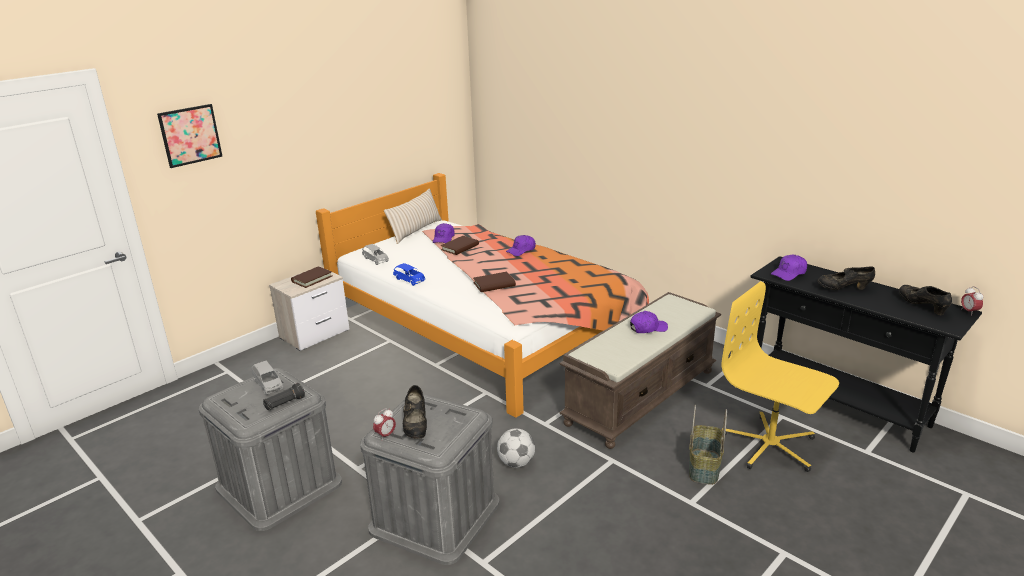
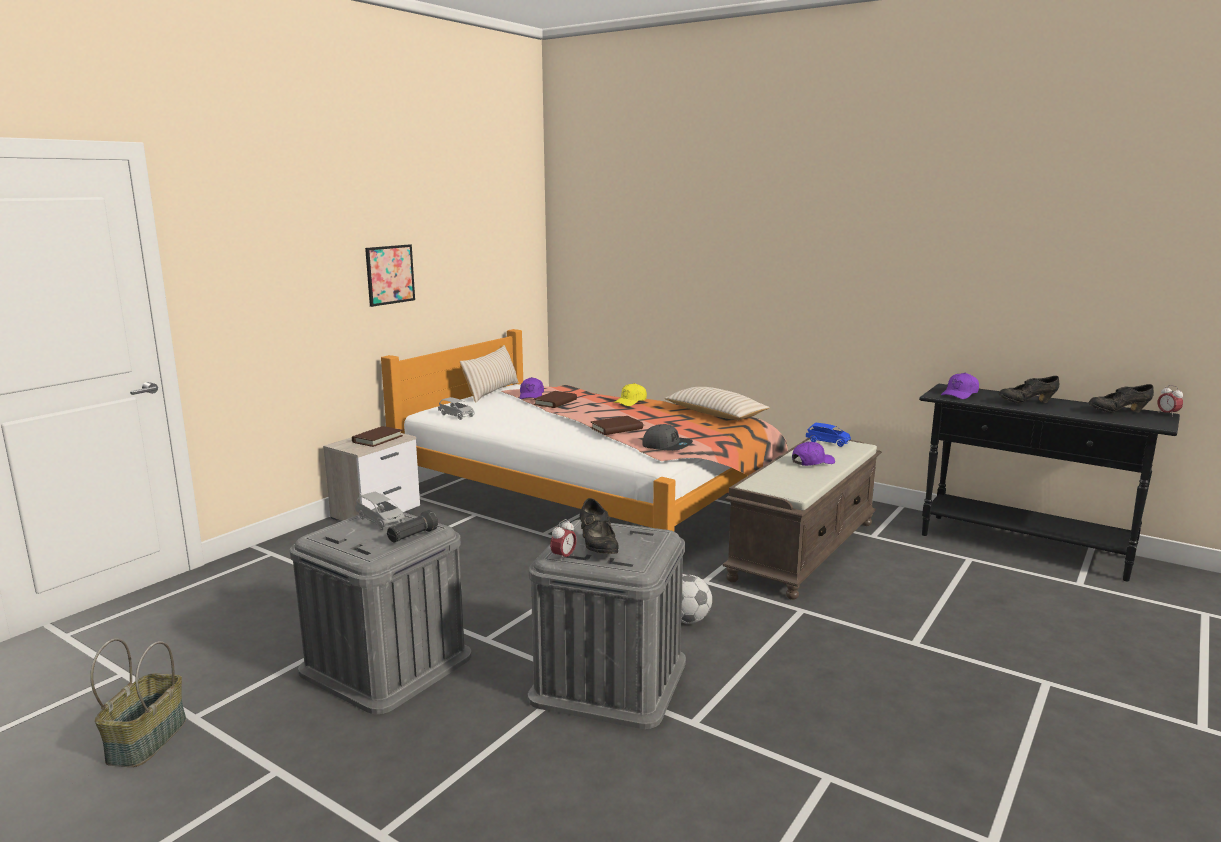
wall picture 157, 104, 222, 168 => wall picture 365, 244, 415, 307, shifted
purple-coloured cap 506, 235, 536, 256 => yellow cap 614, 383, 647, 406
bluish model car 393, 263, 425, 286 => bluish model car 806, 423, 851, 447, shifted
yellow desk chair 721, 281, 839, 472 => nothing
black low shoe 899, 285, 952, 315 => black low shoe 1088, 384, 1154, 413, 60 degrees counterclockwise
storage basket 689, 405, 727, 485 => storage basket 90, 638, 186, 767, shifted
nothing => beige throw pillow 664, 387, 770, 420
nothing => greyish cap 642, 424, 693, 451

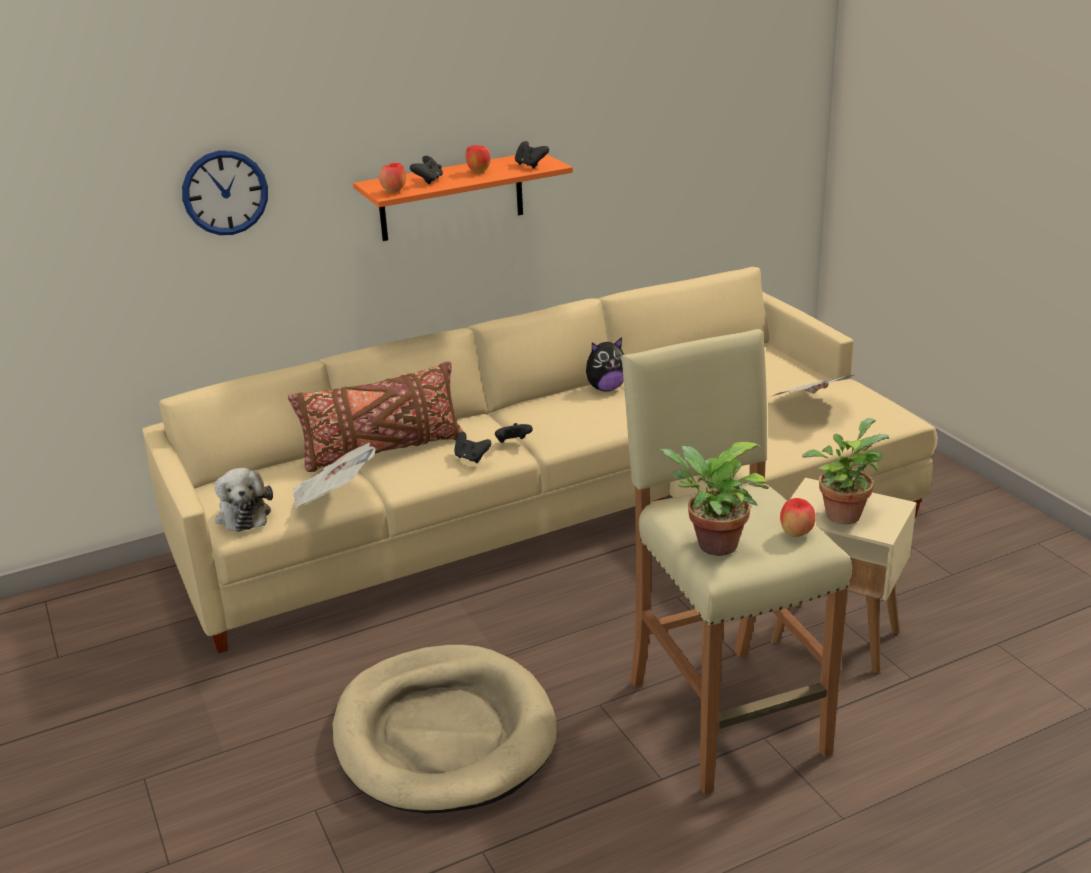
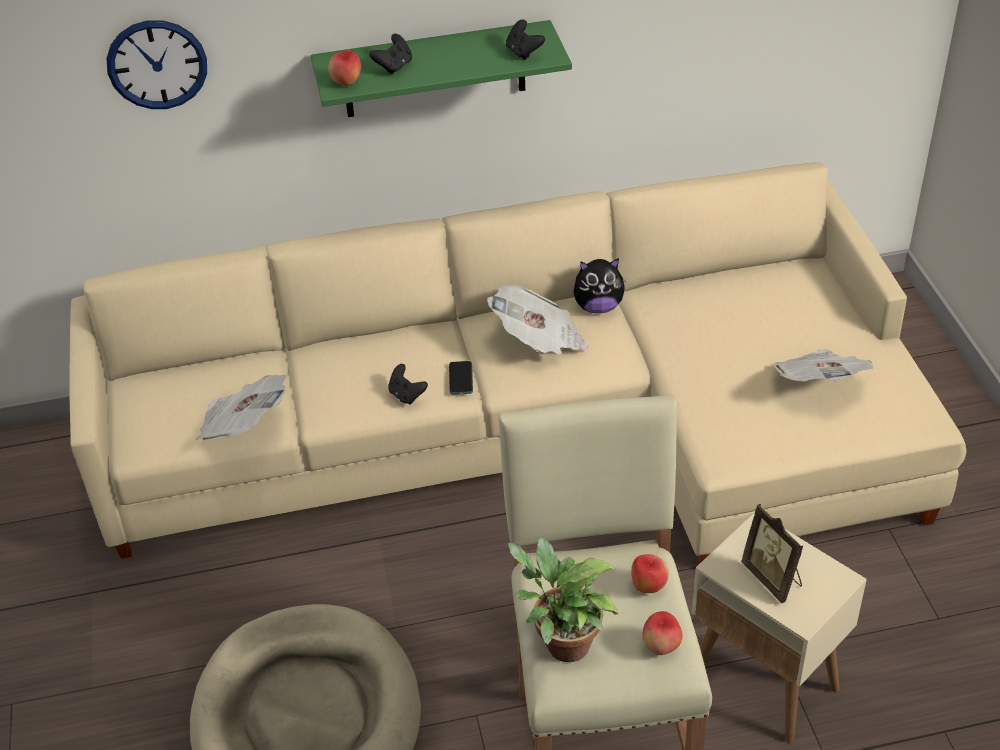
whole apple 465, 145, 491, 173 => whole apple 631, 554, 669, 593, shifted
orange-coloured bracket shelf 353, 155, 573, 241 => greenish bracket shelf 311, 20, 572, 117
brown-coloured throw pillow 288, 361, 463, 472 => nothing
houseplant 802, 418, 889, 524 => standing frame 741, 503, 804, 603
black joypad 495, 423, 533, 443 => handset 449, 361, 473, 395
plush toy 215, 468, 273, 532 => nothing
nothing => daily paper 487, 285, 589, 355

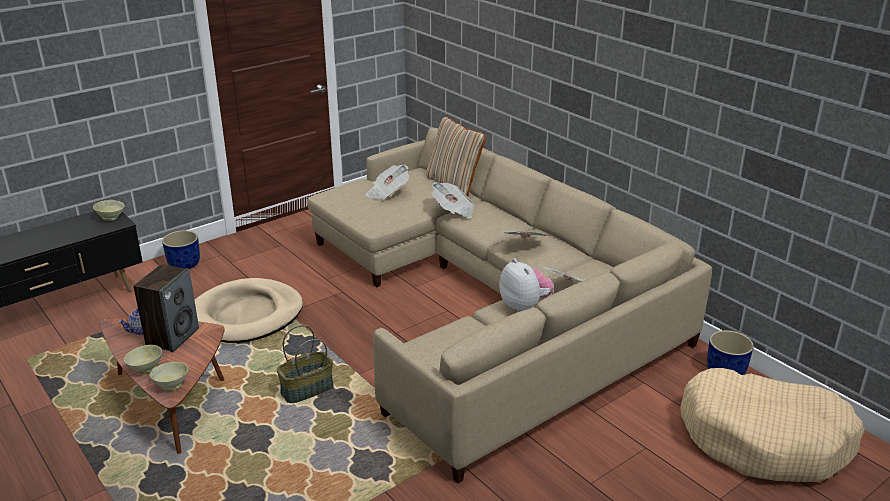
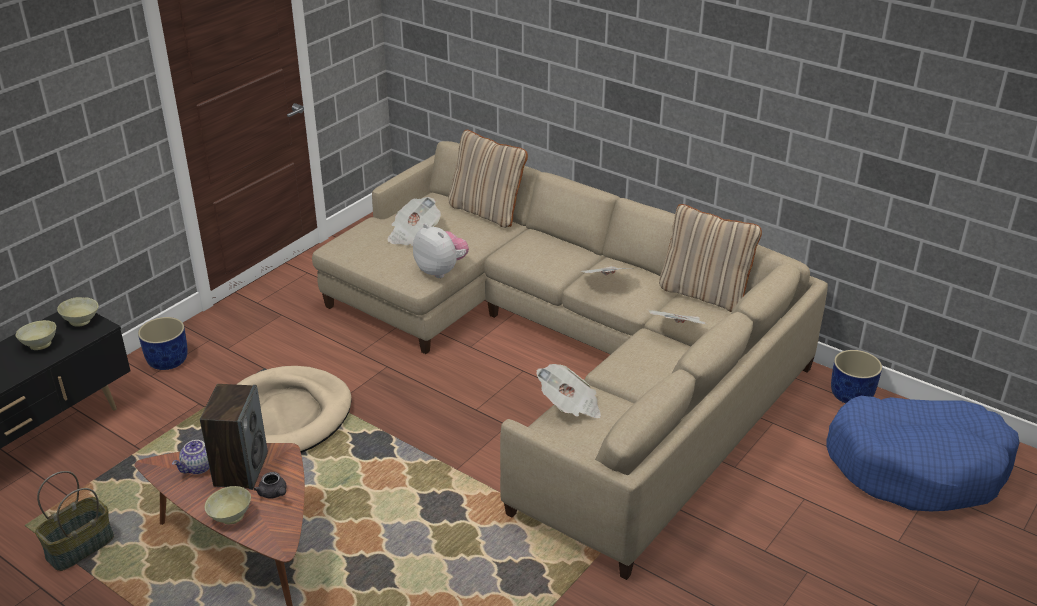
daily paper 432, 182, 475, 218 => daily paper 536, 364, 601, 418, shifted
plush toy 499, 258, 554, 312 => plush toy 413, 223, 469, 278, shifted
storage basket 277, 325, 333, 403 => storage basket 35, 471, 114, 571, shifted
beige serving bowl 149, 362, 188, 391 => beige serving bowl 15, 320, 56, 350, shifted
beige pet bed 680, 368, 864, 482 => bluish pet bed 826, 396, 1019, 511
nothing => beige throw pillow 659, 204, 762, 312
nothing => greyish tea pot 254, 472, 287, 499

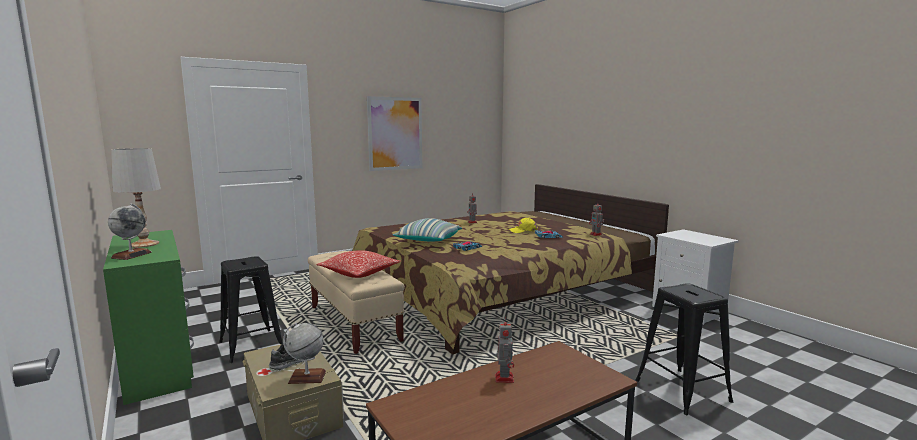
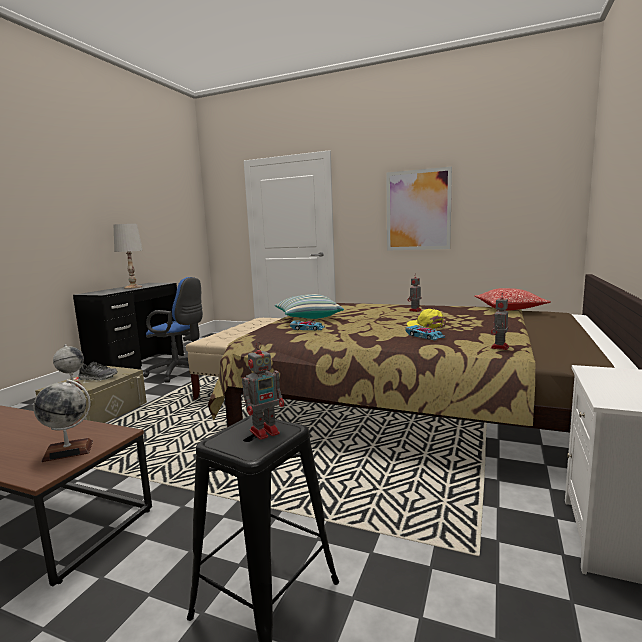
world globe 108, 204, 152, 260 => world globe 33, 379, 93, 462, shifted
greenish desk table 103, 230, 194, 405 => black desk table 73, 283, 184, 370
throw pillow 317, 250, 400, 278 => throw pillow 474, 288, 551, 311, shifted
black stool seat 219, 256, 283, 363 => bluish desk chair 143, 277, 203, 383
robot figure 495, 317, 514, 383 => robot figure 242, 342, 284, 440, shifted

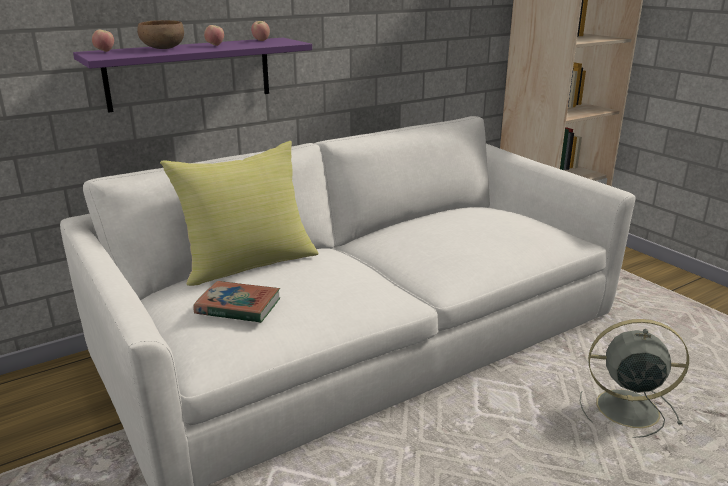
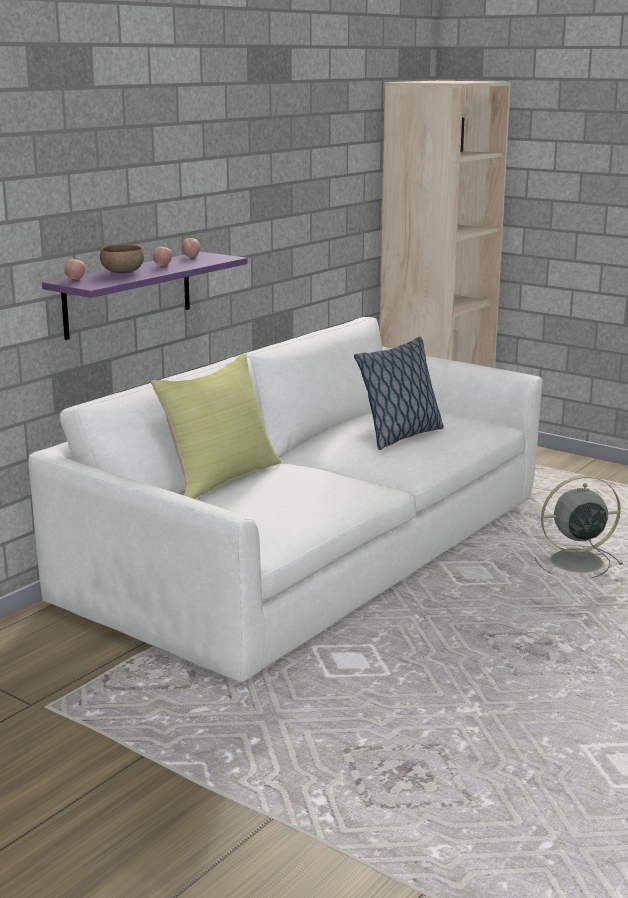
book 193, 281, 280, 323 => nothing
nothing => throw pillow 354, 337, 444, 450

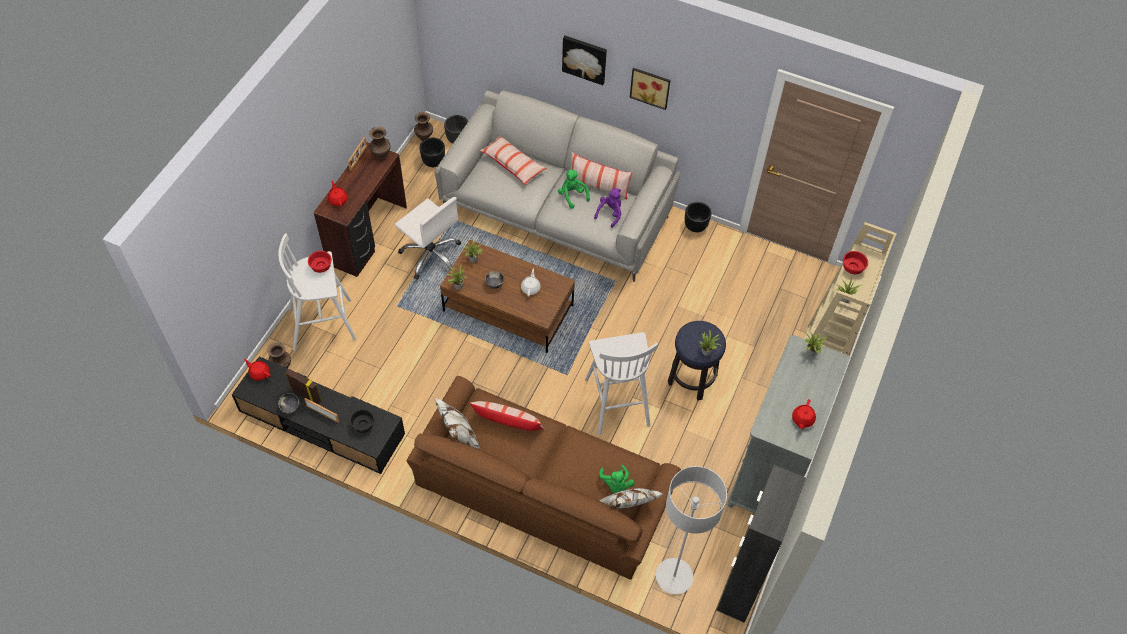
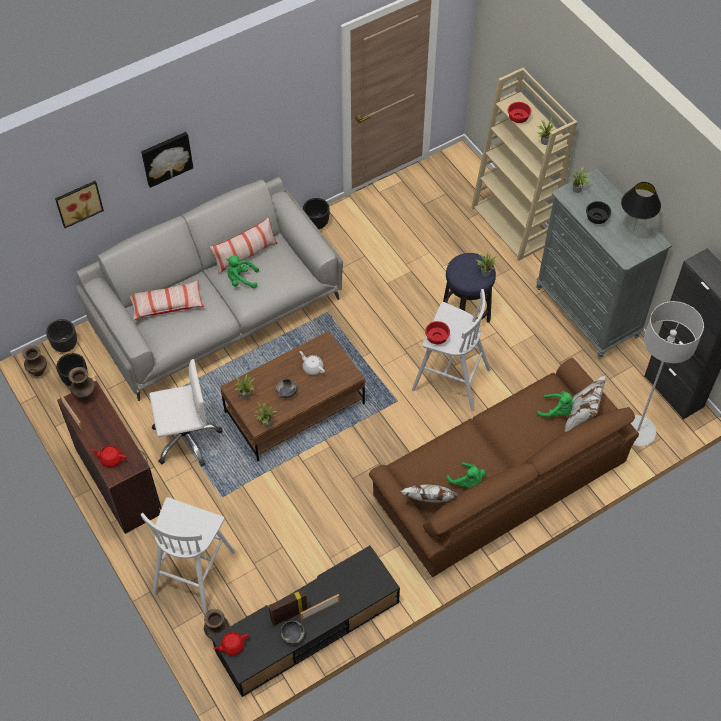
wall picture 630, 68, 670, 110 => wall picture 55, 181, 104, 228, shifted
purple-coloured plush toy 594, 188, 621, 228 => nothing
red-coloured serving bowl 308, 251, 332, 273 => red-coloured serving bowl 425, 321, 450, 344, shifted
red-coloured tea pot 792, 399, 816, 429 => black tabletop lamp 621, 182, 661, 231
throw pillow 469, 401, 544, 431 => nothing
black serving bowl 350, 409, 375, 433 => black serving bowl 586, 201, 611, 224, shifted
nothing => greenish plush toy 446, 462, 486, 489

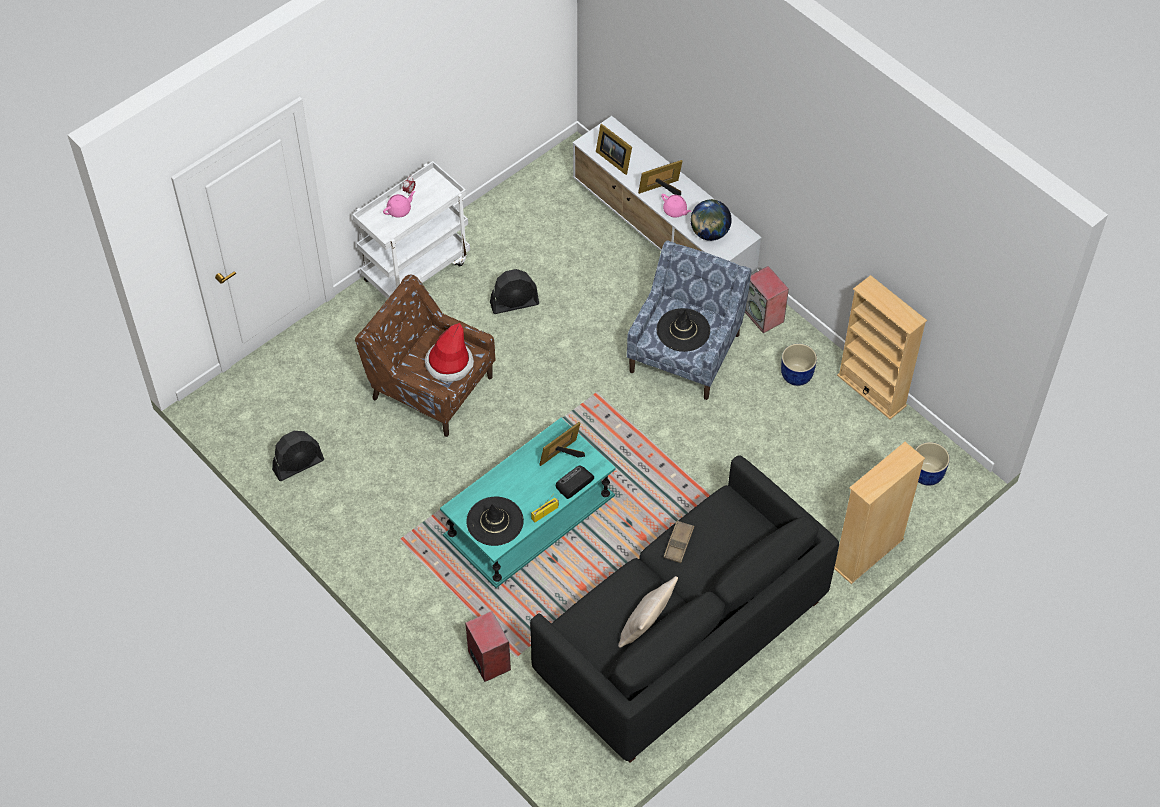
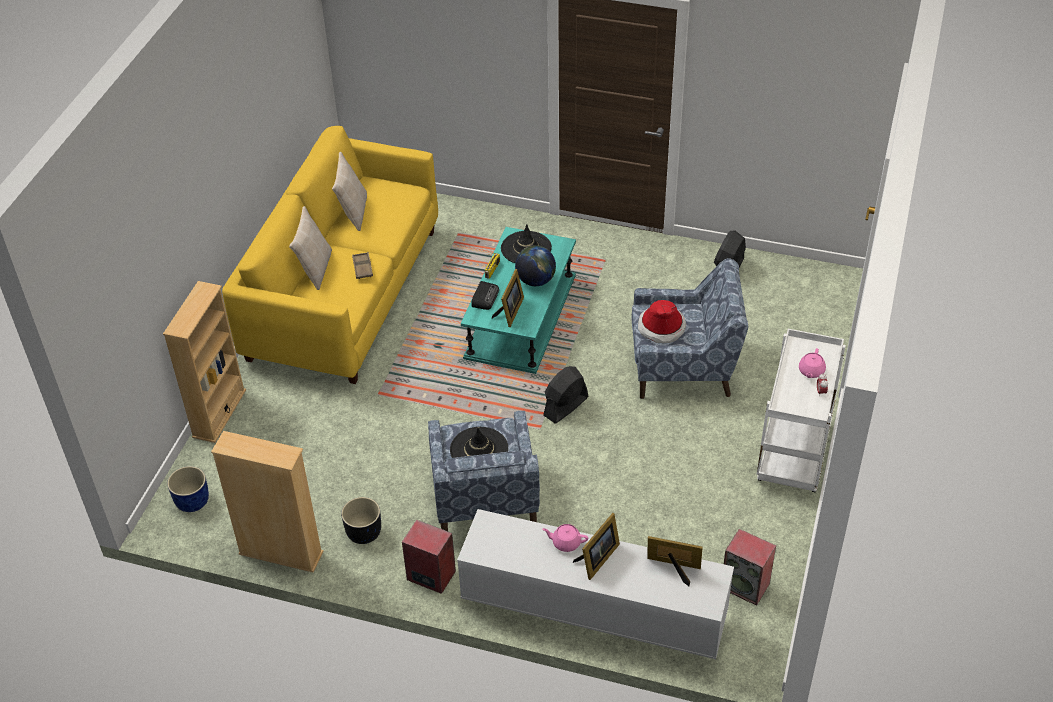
world globe 691, 199, 732, 241 => world globe 515, 245, 556, 286, shifted
black electric fan 490, 269, 539, 314 => black electric fan 543, 366, 588, 424, shifted
brown-coloured armchair 355, 275, 496, 437 => bluish armchair 631, 258, 748, 399
bluish flower pot 781, 344, 817, 386 => black flower pot 341, 497, 381, 544
black couch 530, 455, 839, 763 => yellow couch 222, 126, 438, 384
audio speaker 465, 611, 511, 682 => audio speaker 724, 529, 776, 606, shifted
nothing => beige throw pillow 289, 206, 332, 290

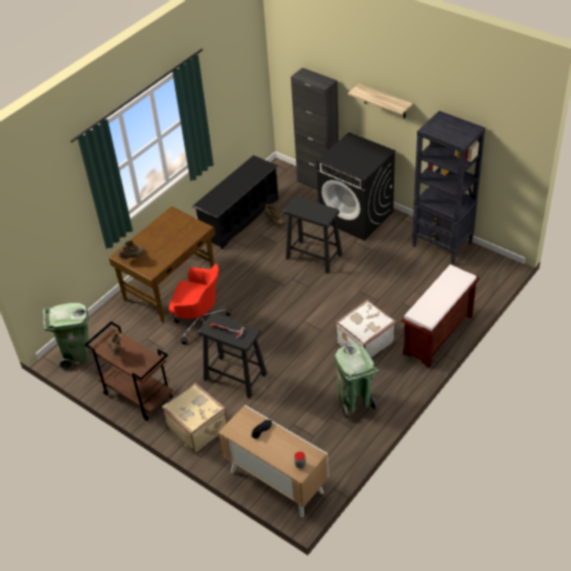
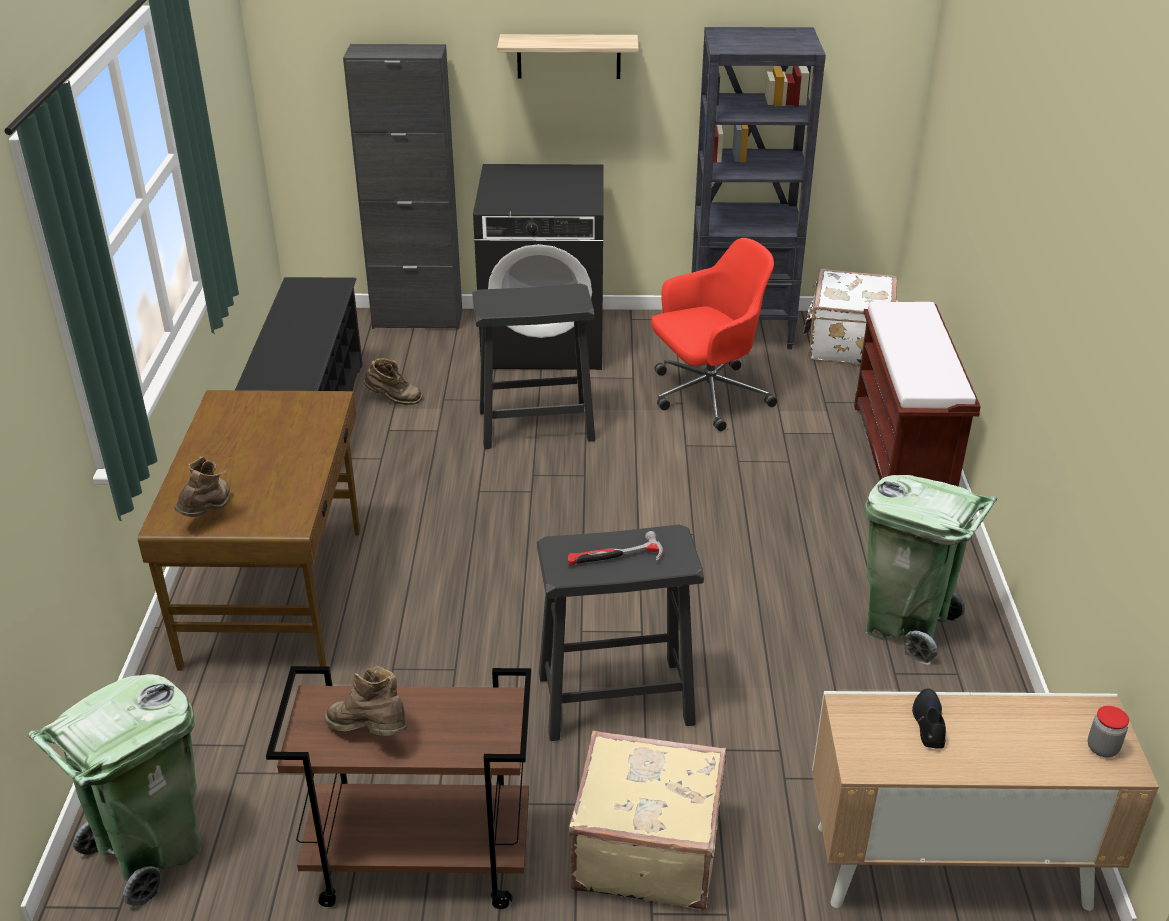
red-coloured desk chair 169, 264, 231, 345 => red-coloured desk chair 651, 238, 777, 431, shifted
whitish piece of luggage 335, 300, 396, 358 => whitish piece of luggage 803, 269, 897, 365, shifted

